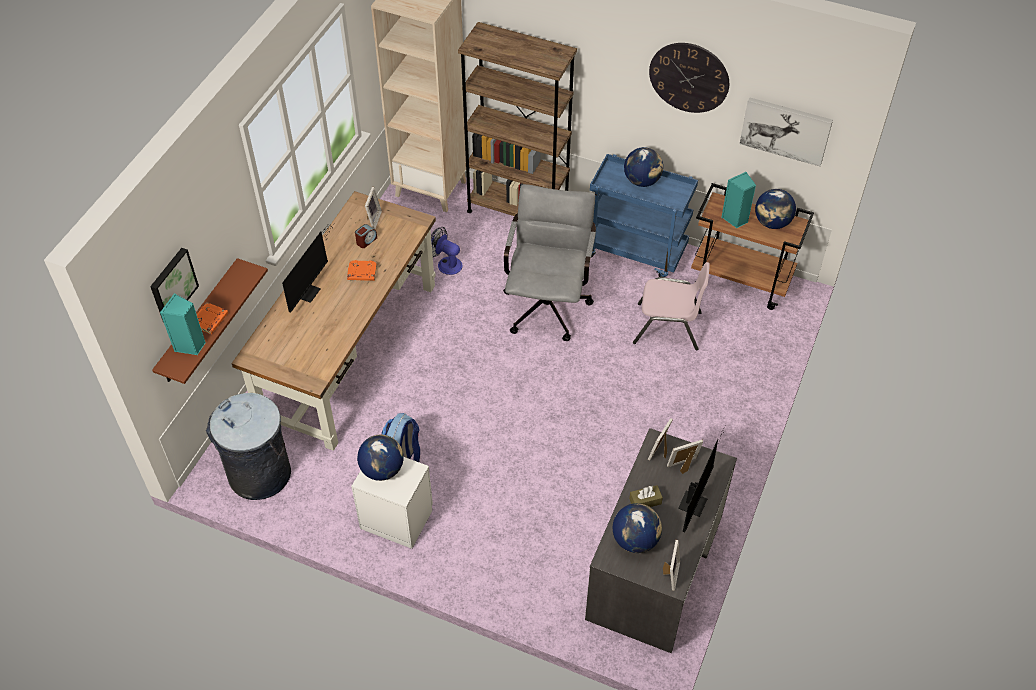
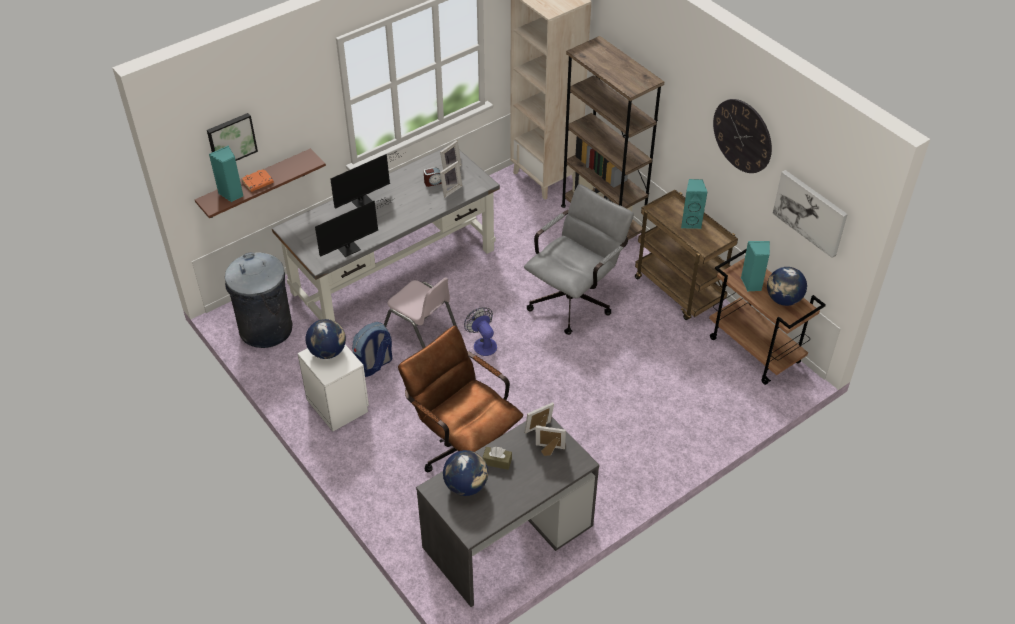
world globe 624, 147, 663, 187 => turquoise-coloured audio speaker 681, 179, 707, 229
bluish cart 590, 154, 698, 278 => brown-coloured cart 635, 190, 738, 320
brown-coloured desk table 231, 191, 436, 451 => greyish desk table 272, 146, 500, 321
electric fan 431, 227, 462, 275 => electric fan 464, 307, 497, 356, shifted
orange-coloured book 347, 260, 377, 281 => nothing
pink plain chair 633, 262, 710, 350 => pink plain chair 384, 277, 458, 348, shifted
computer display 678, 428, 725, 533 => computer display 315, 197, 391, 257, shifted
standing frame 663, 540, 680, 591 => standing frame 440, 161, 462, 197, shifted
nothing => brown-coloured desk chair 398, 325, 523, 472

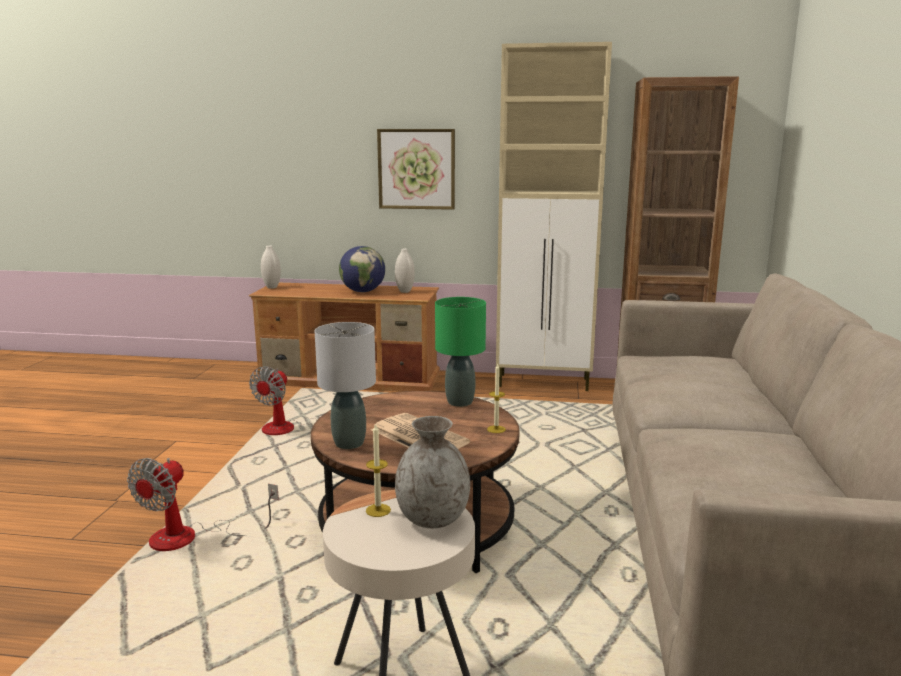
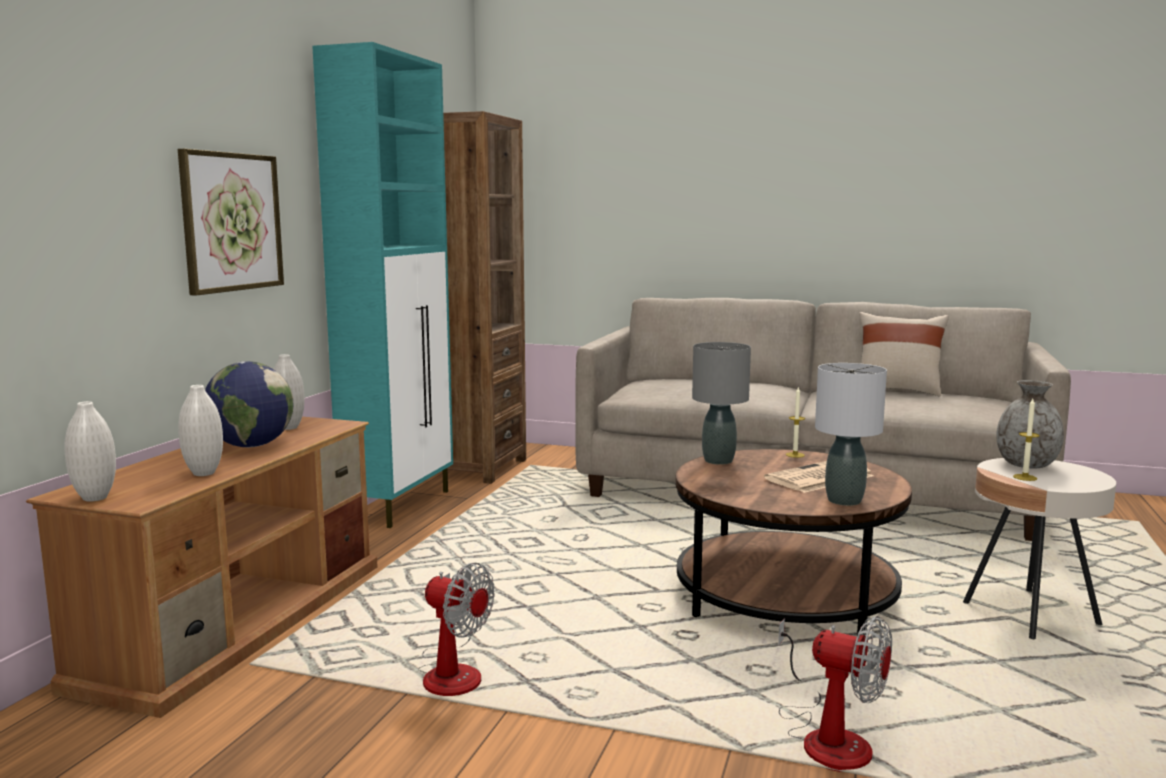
beige cupboard 496, 42, 612, 391 => turquoise-coloured cupboard 312, 42, 453, 528
greenish tabletop lamp 435, 297, 486, 407 => greyish tabletop lamp 692, 342, 751, 465
nothing => beige throw pillow 859, 312, 949, 396
nothing => whitish flower vase 178, 385, 223, 476

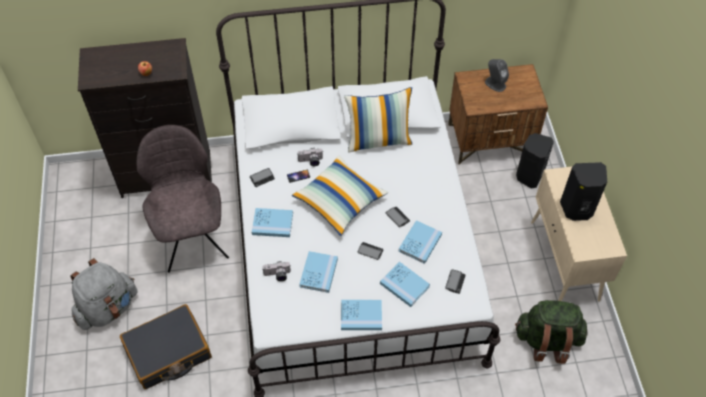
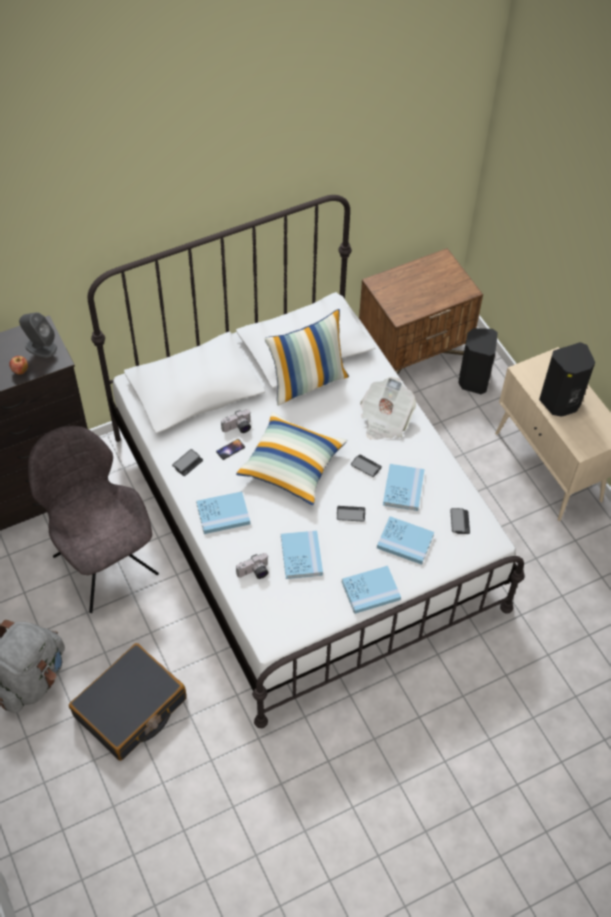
greyish audio speaker 485, 59, 509, 92 => greyish audio speaker 19, 312, 57, 358, shifted
greenish knapsack 515, 300, 588, 364 => nothing
nothing => daily paper 360, 377, 416, 440

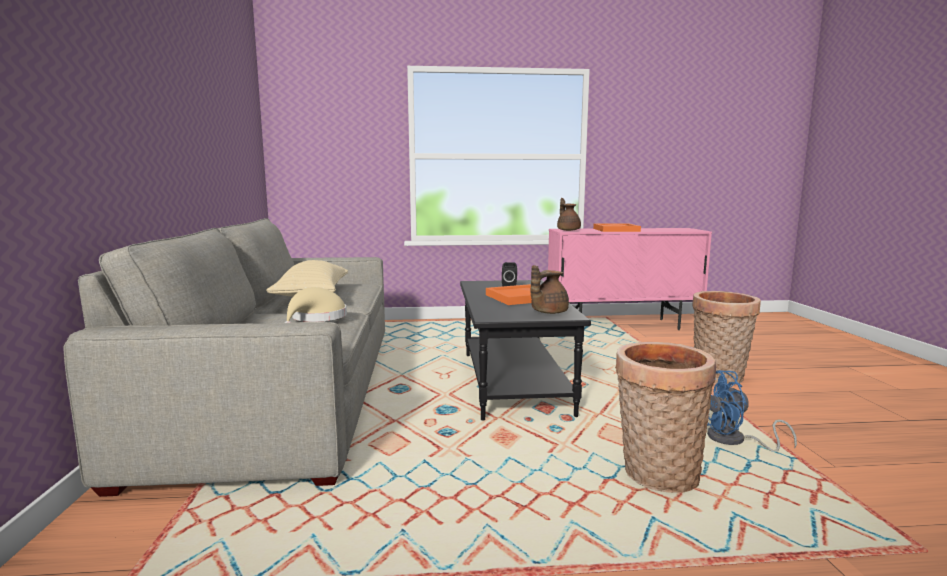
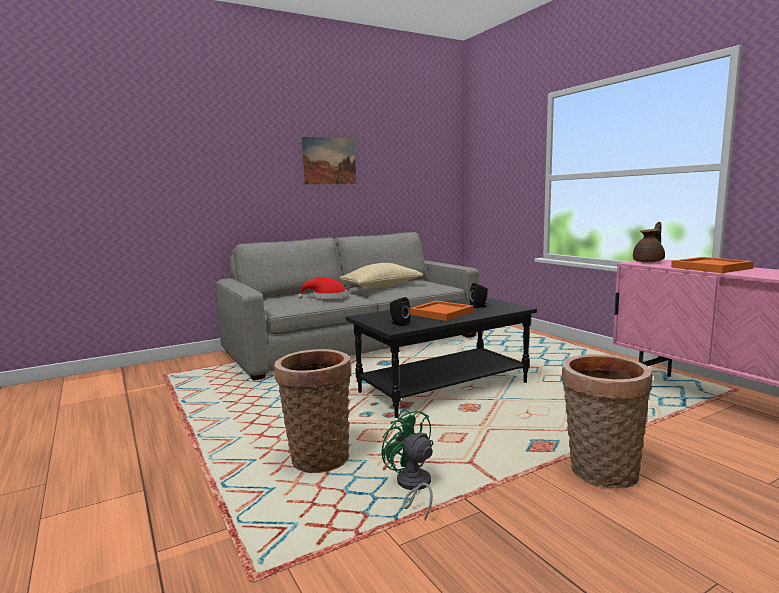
brown-coloured tea pot 530, 265, 569, 314 => black audio speaker 390, 297, 411, 326
beige clothing hat 284, 287, 347, 323 => red-coloured clothing hat 298, 277, 347, 299
bluish electric fan 707, 370, 797, 452 => greenish electric fan 381, 409, 434, 520
nothing => wall picture 302, 137, 356, 185

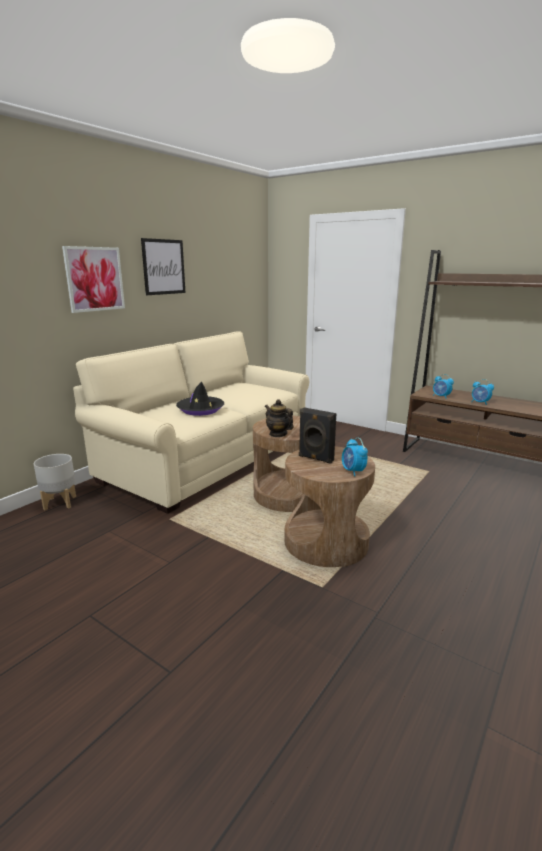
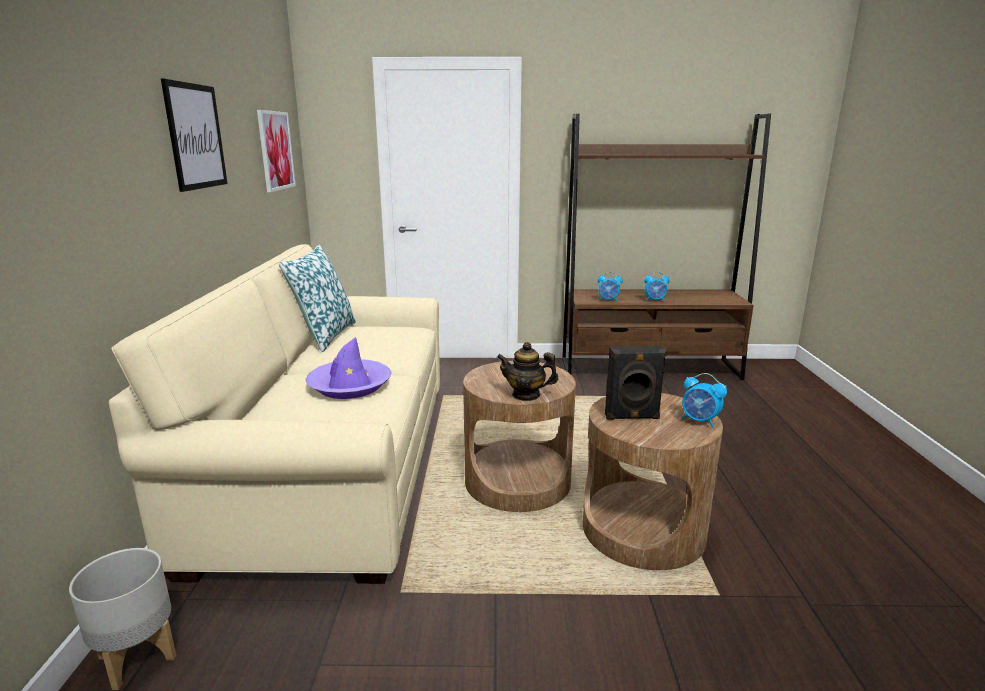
wall picture 62, 246, 125, 313 => wall picture 257, 110, 296, 192, shifted
black clothing hat 176, 382, 224, 416 => purple-coloured clothing hat 306, 337, 392, 399
nothing => throw pillow 279, 245, 356, 352

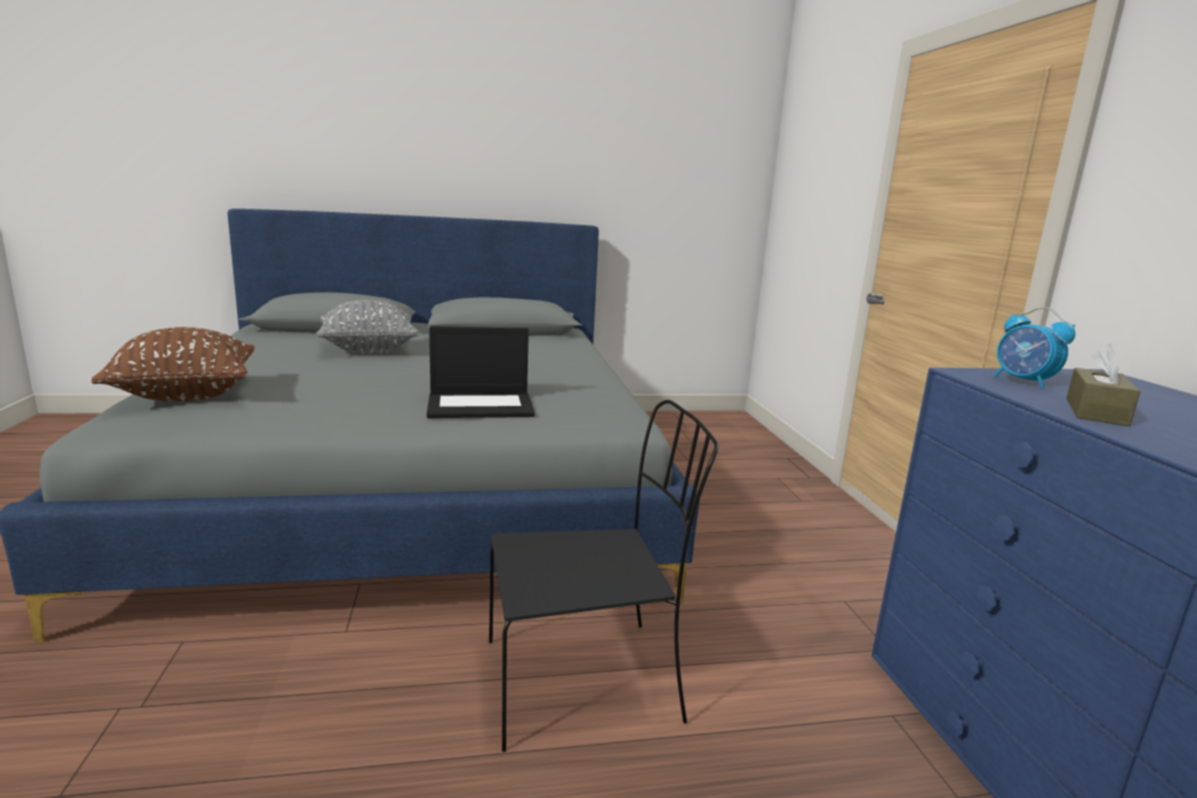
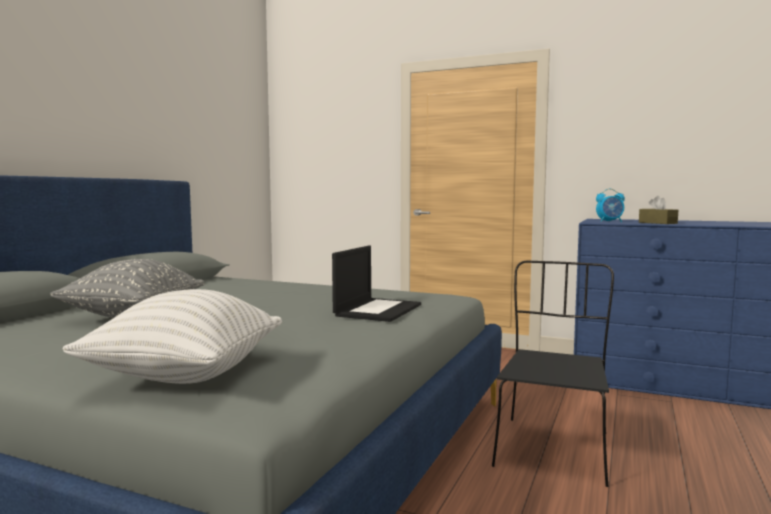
brown-coloured throw pillow 92, 327, 254, 401 => whitish throw pillow 62, 289, 282, 384

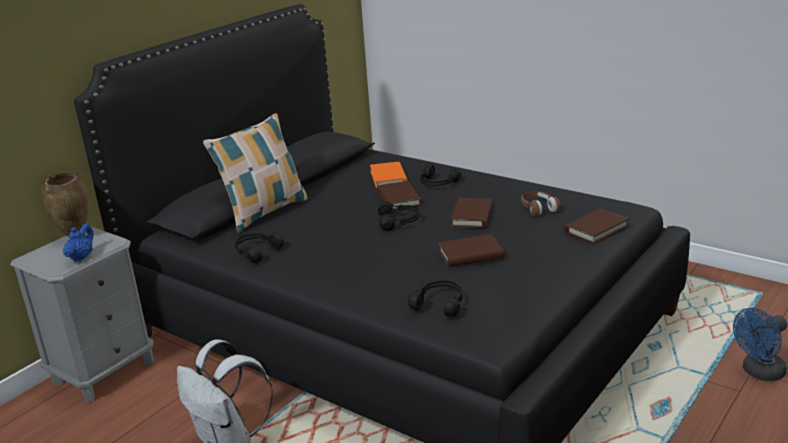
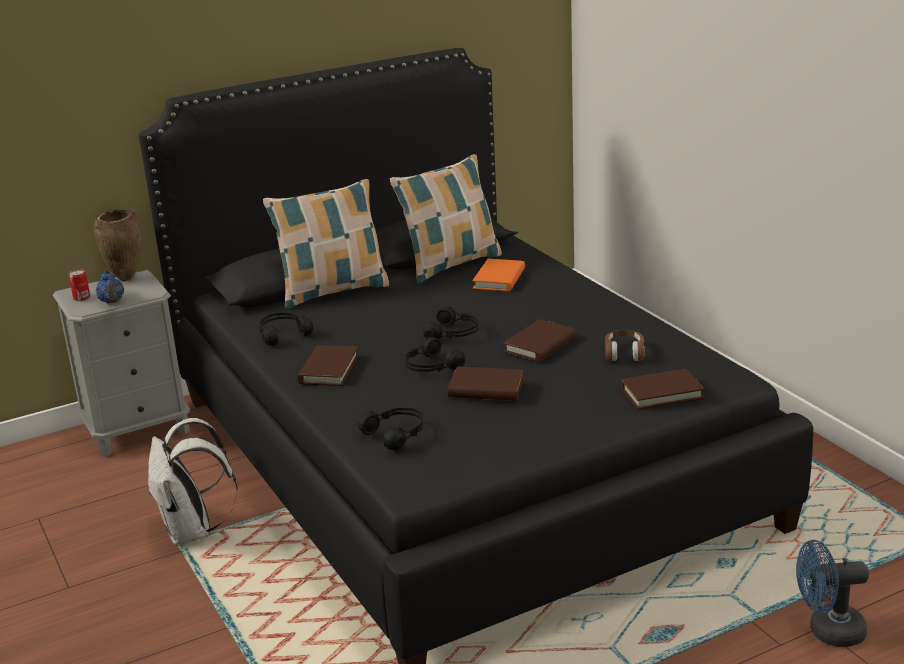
black headphones 421, 165, 461, 186 => black headphones 405, 337, 465, 372, shifted
brown-coloured book 377, 181, 422, 210 => brown-coloured book 297, 345, 359, 386, shifted
bluish tea pot 63, 224, 94, 261 => bluish tea pot 95, 269, 124, 303, 120 degrees clockwise
nothing => throw pillow 390, 154, 502, 284
nothing => metal can 69, 269, 90, 301

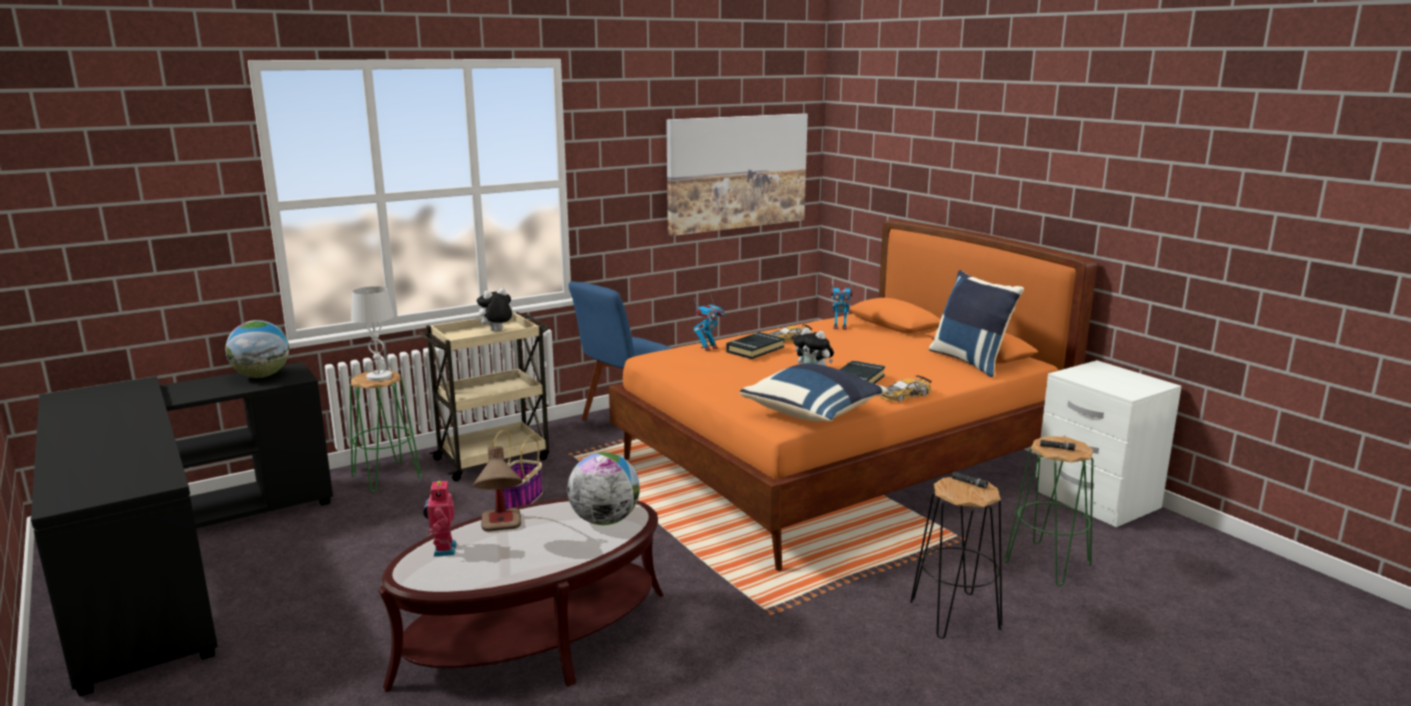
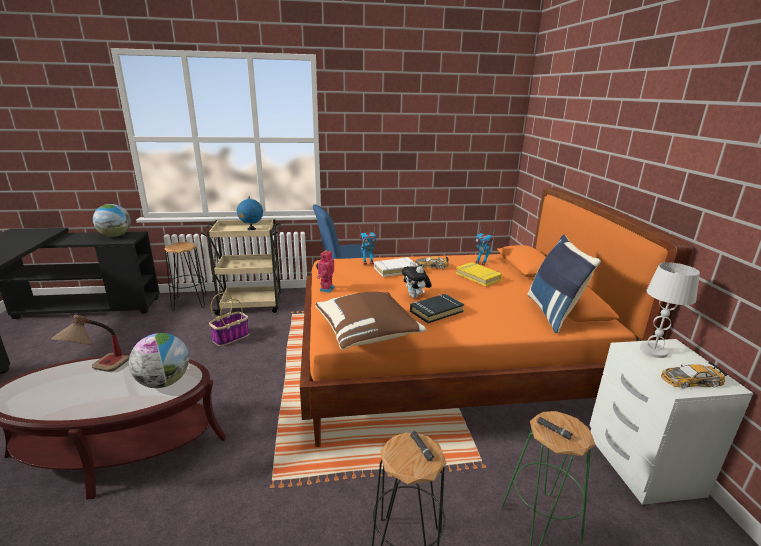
wall picture 666, 113, 808, 236 => nothing
whitish tabletop lamp 351, 286, 394, 381 => whitish tabletop lamp 640, 262, 700, 358, shifted
plush toy 475, 288, 512, 331 => world globe 237, 197, 263, 230
black book 726, 332, 785, 359 => whitish book 374, 257, 418, 277
bluish throw pillow 740, 363, 888, 422 => brown-coloured throw pillow 315, 292, 426, 350
greenish stool seat 350, 370, 421, 492 => black stool seat 165, 242, 207, 312
model car 879, 375, 932, 402 => model car 661, 362, 728, 389, shifted
robot figure 423, 478, 457, 557 => robot figure 316, 249, 335, 293, shifted
nothing => yellow book 456, 262, 502, 286

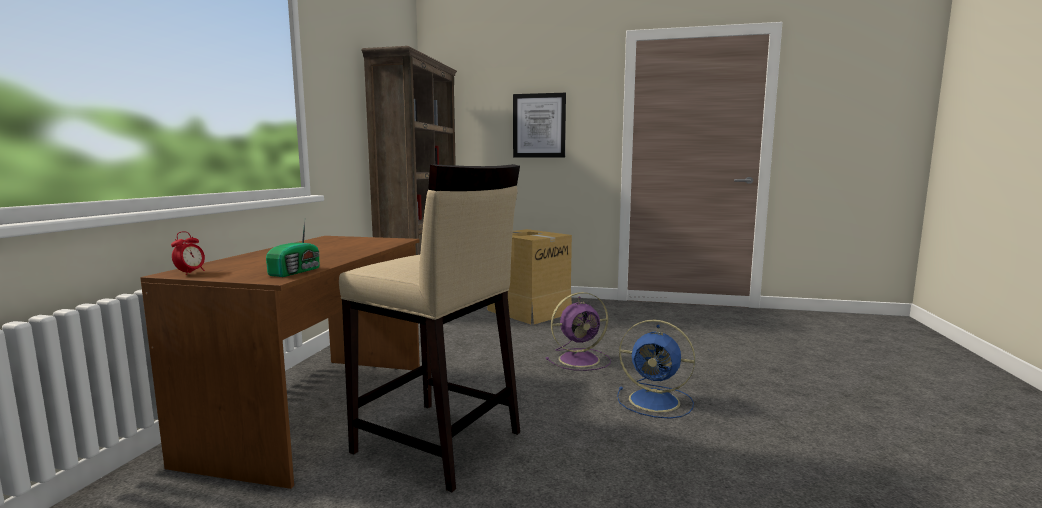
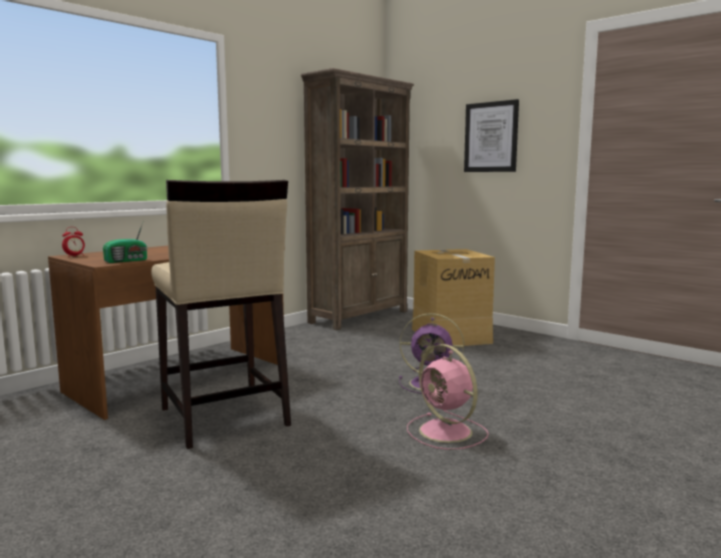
bluish electric fan 617, 320, 695, 419 => pink electric fan 407, 344, 489, 450

